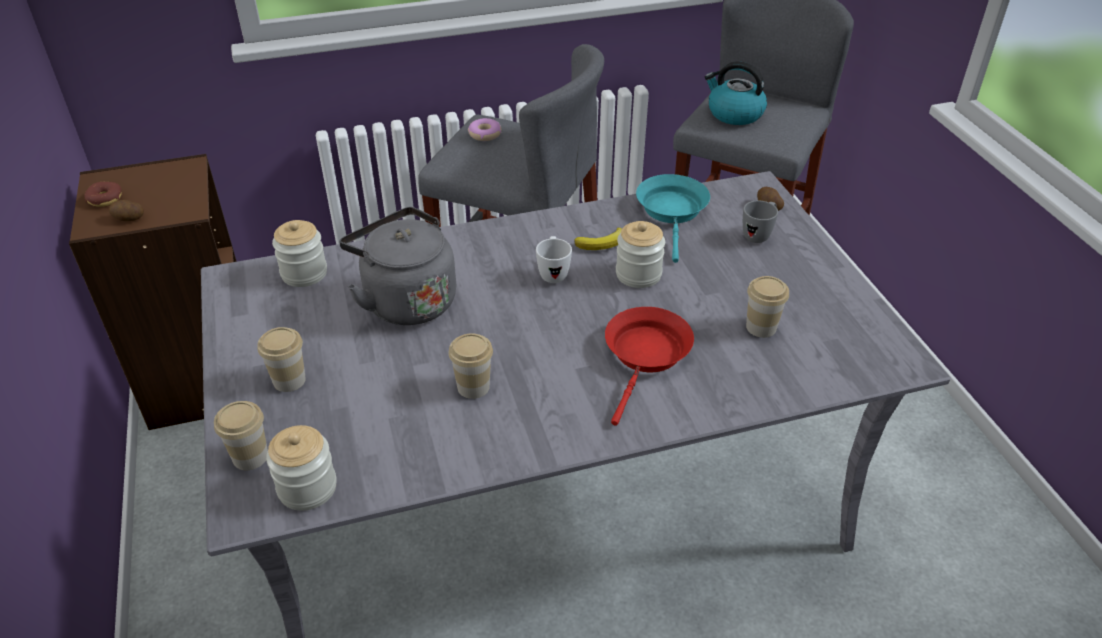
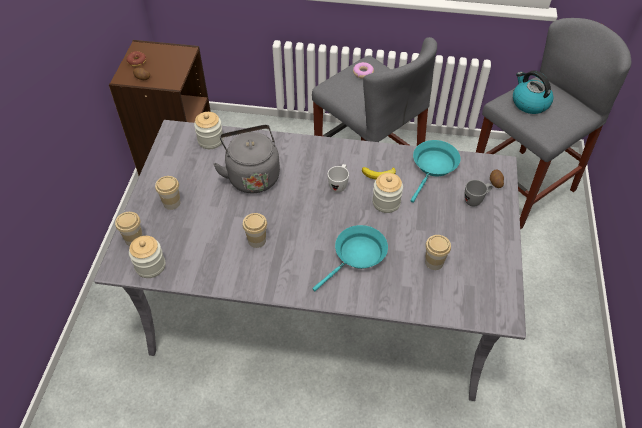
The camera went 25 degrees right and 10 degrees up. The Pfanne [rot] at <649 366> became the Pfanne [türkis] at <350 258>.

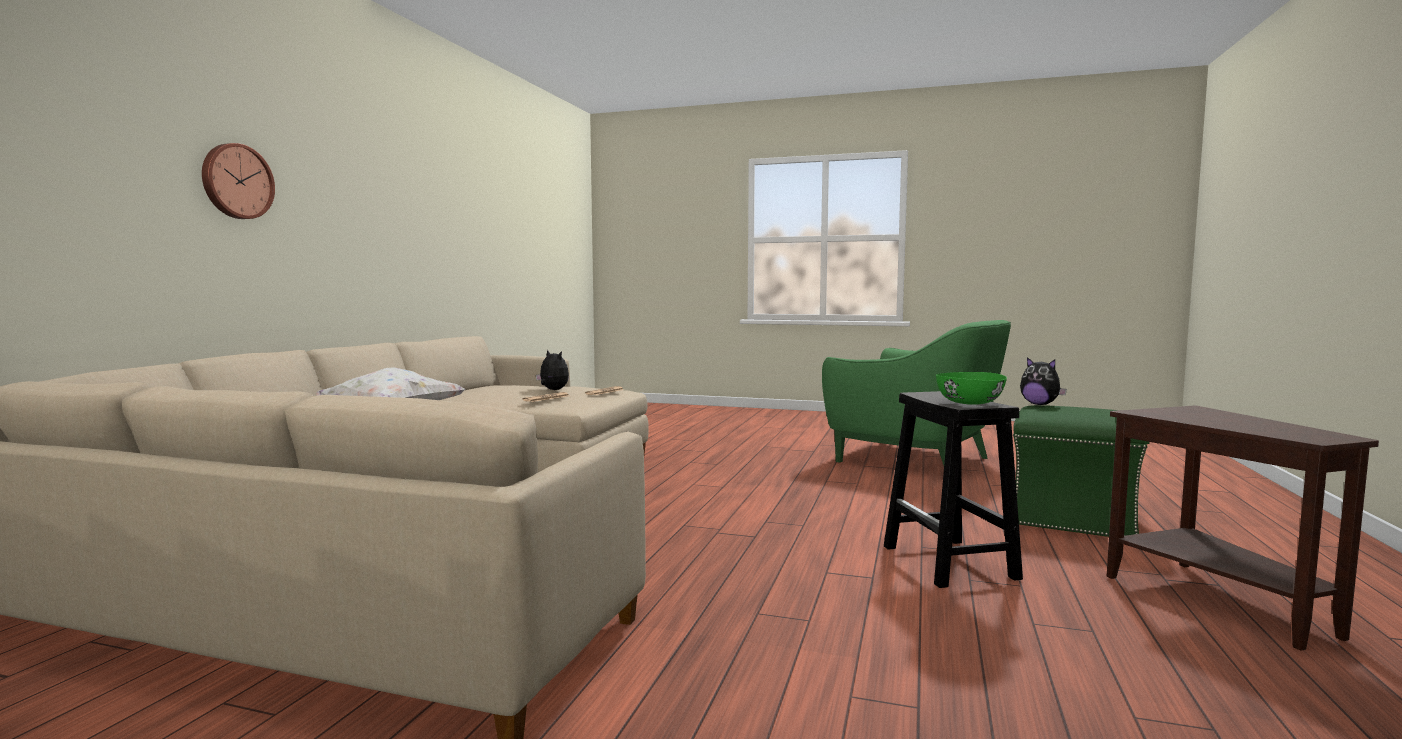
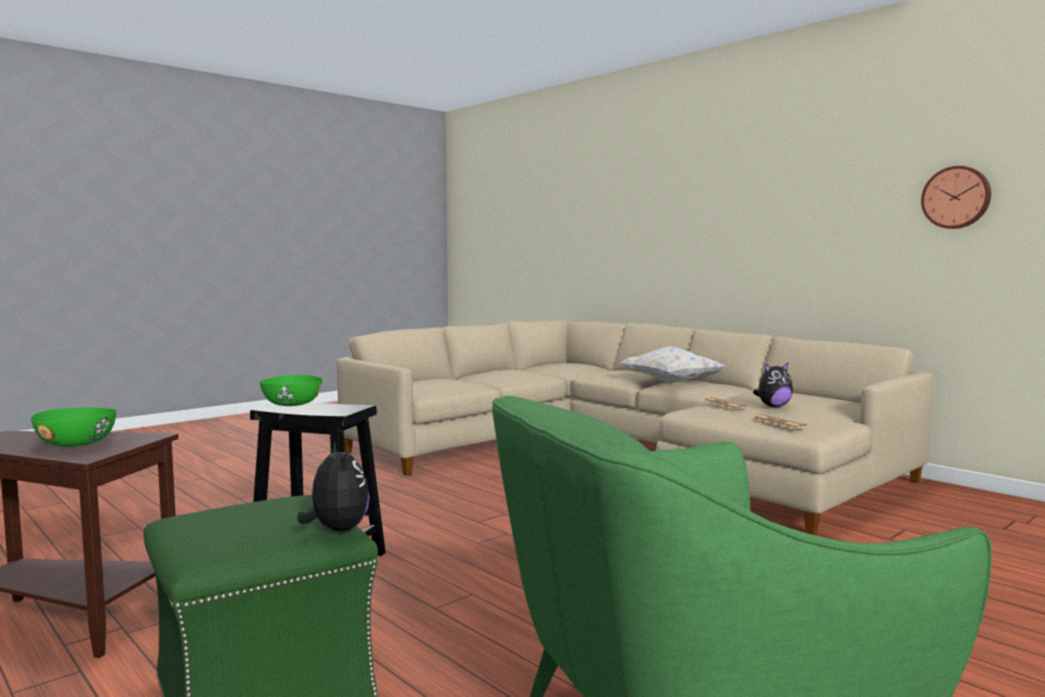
The camera went 120 degrees right and 0 degrees up. The Schüssel [grün] at <74 427> appeared. The Wanduhr moved from <238 181> to <956 197>. The Plüschtier at <1043 381> turned 75 degrees clockwise.

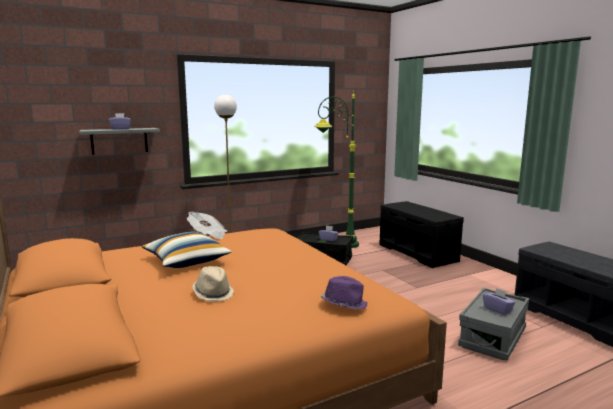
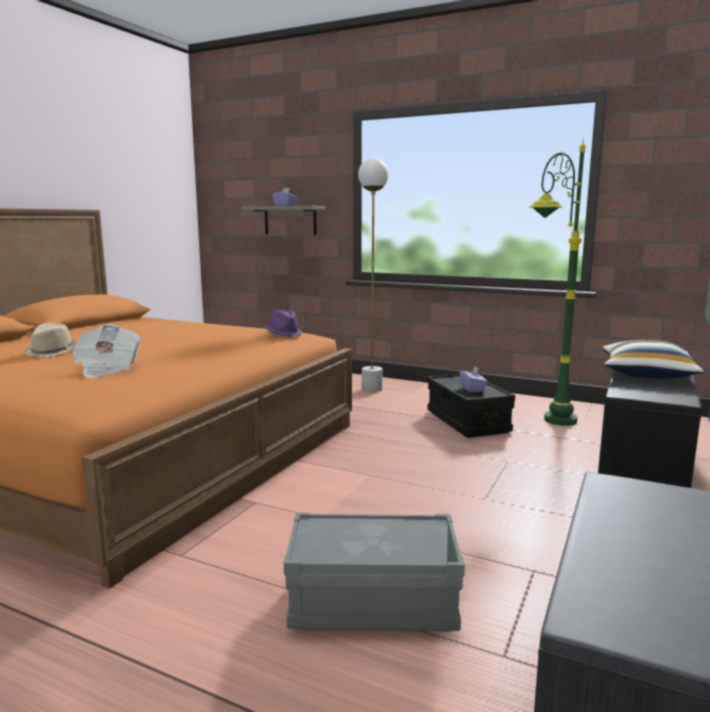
The camera went 55 degrees right and 0 degrees up. The Taschentuchbox [lila] at <499 301> disappeared. The Kissen moved from <186 250> to <652 359>. The Zeitung moved from <207 225> to <106 351>. The Hut [lila] moved from <344 292> to <283 323>.

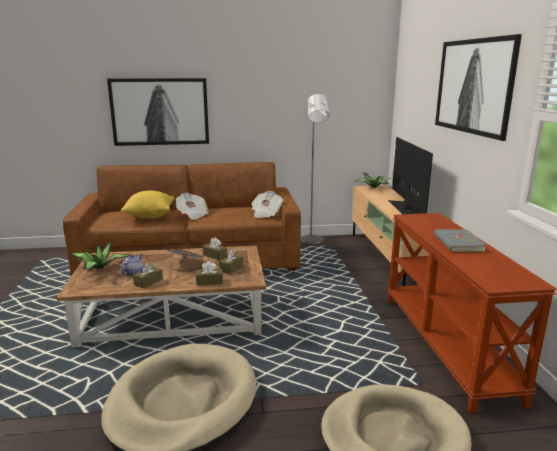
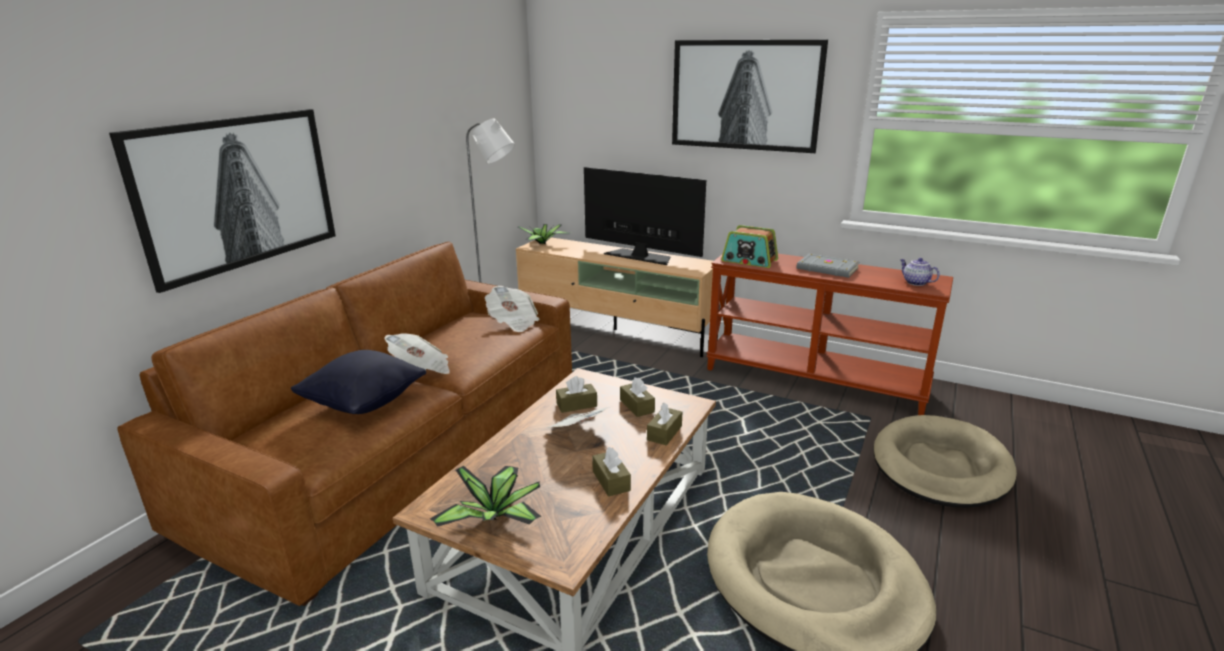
The camera went 55 degrees left and 5 degrees up. The Radio at <749 246> appeared. The Teekanne moved from <132 265> to <920 272>. The Kissen [gelb] at <147 205> became the Kissen [schwarz] at <358 382>.

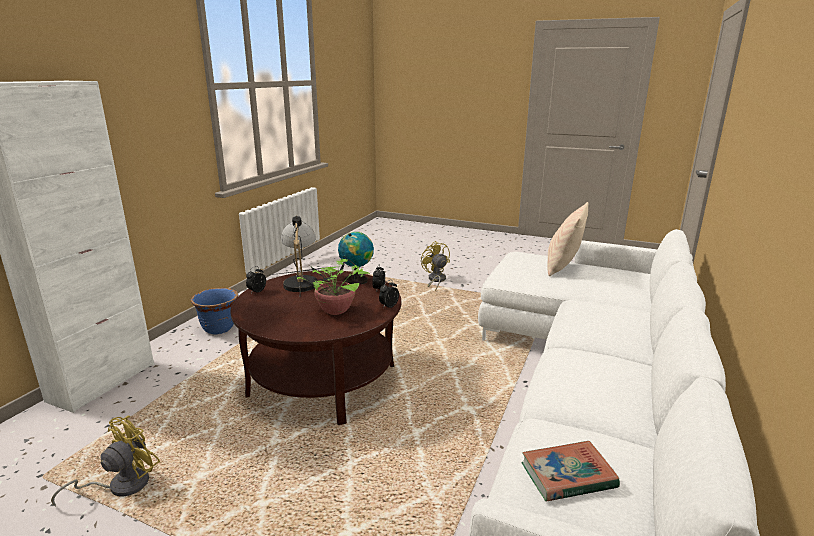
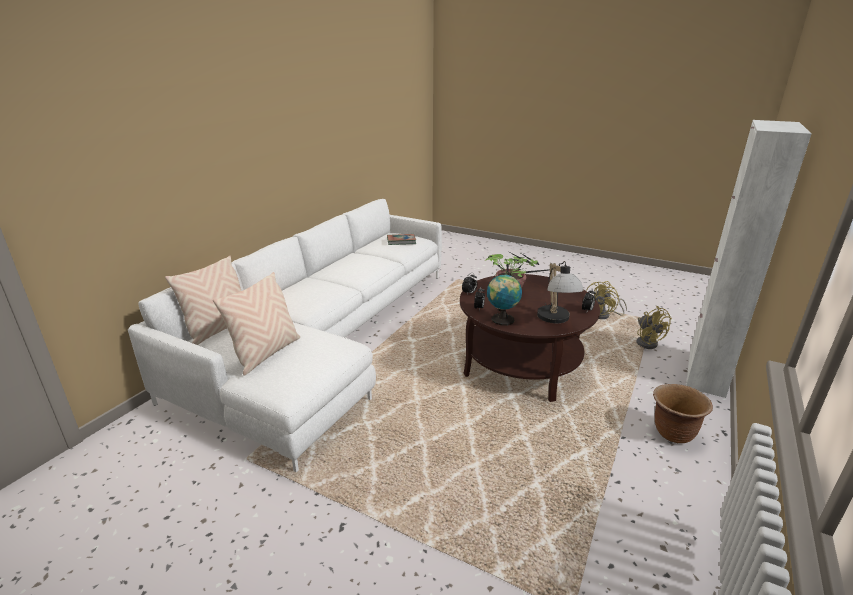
The camera went 175 degrees left and 5 degrees up. The Kissen [beige] at <203 300> appeared. The Ventilator [gelb] moved from <435 266> to <654 327>. The Pflanzkübel [blau] at <214 311> became the Pflanzkübel [braun] at <683 414>.

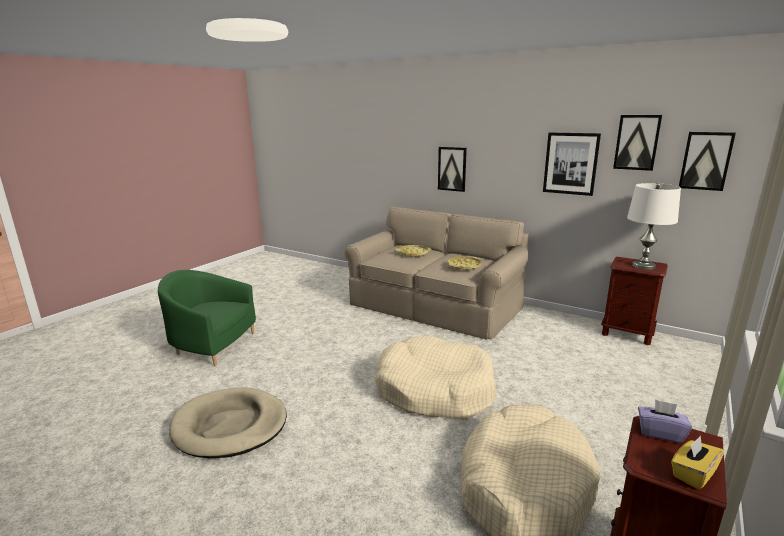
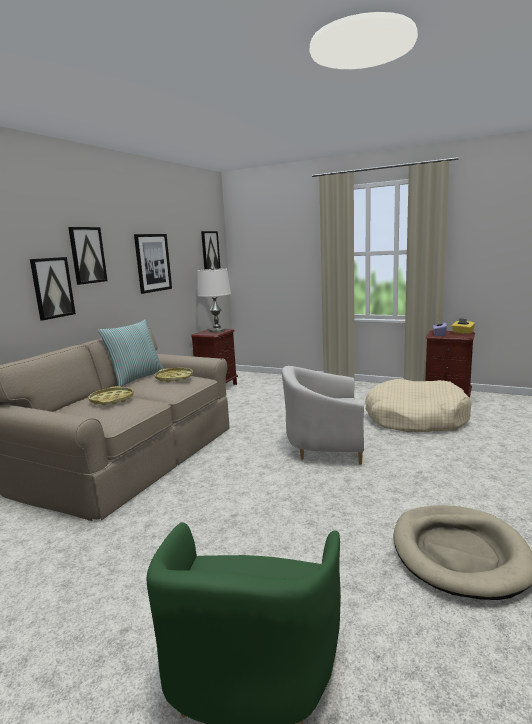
The camera went 95 degrees left and 5 degrees down. The Kissen at <131 353> appeared. The Bild moved from <637 143> to <87 256>. The Hundebett [beige] at <435 377> was replaced by the Sessel [weiß] at <323 415>.

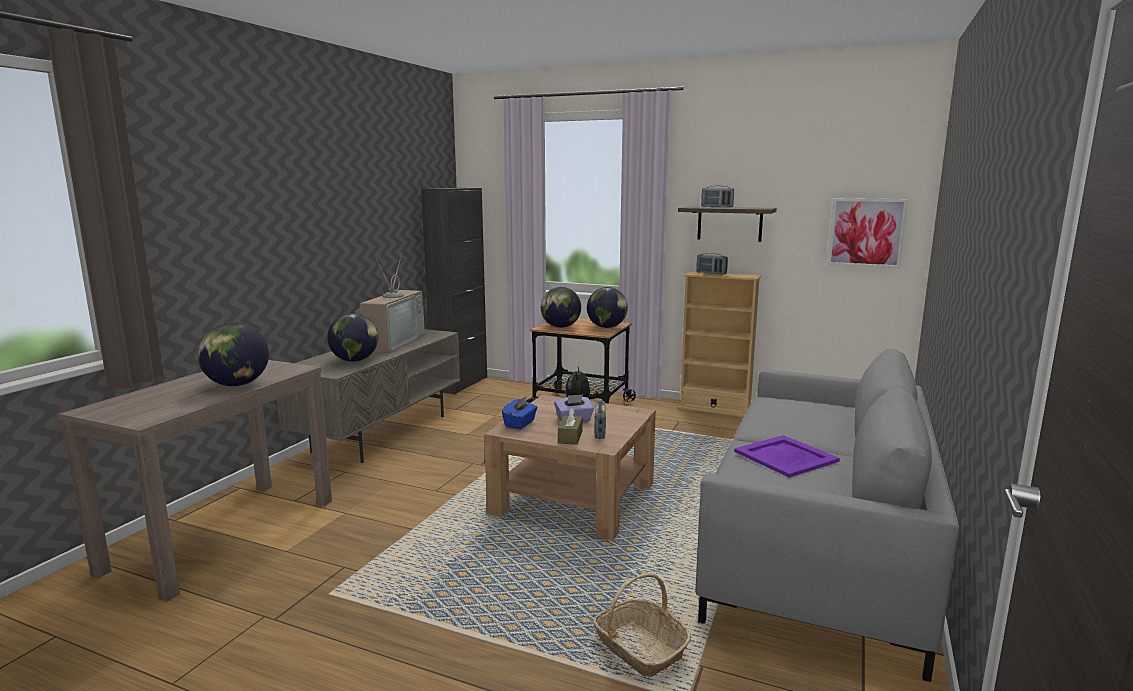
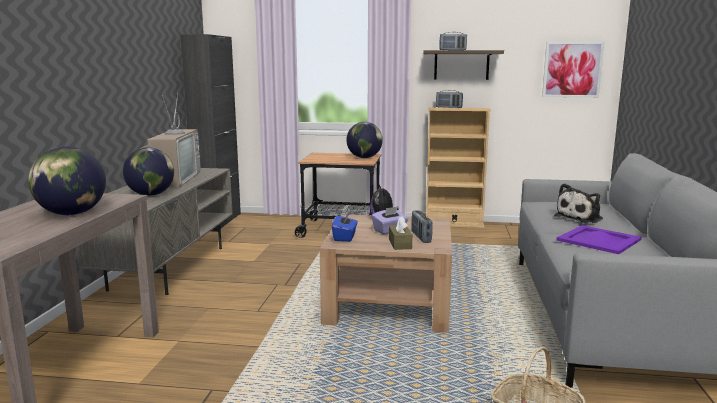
The camera went 15 degrees left and 0 degrees up. The Globus at <561 307> disappeared. The Plüschtier at <578 203> appeared.

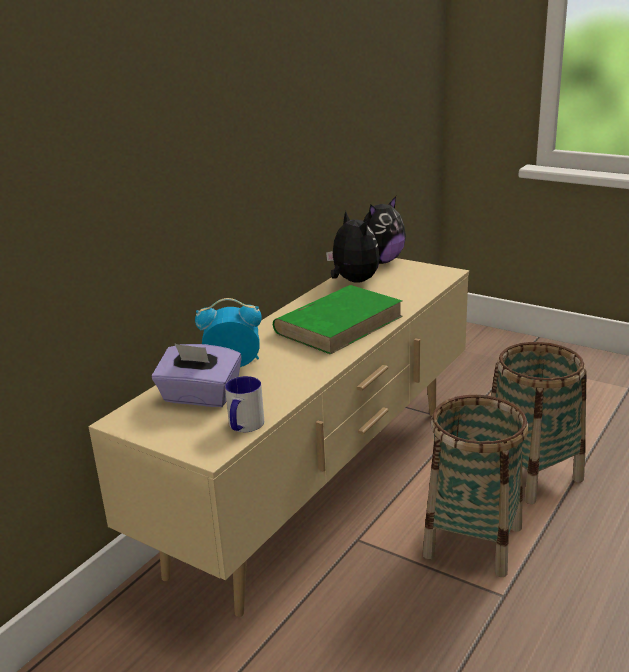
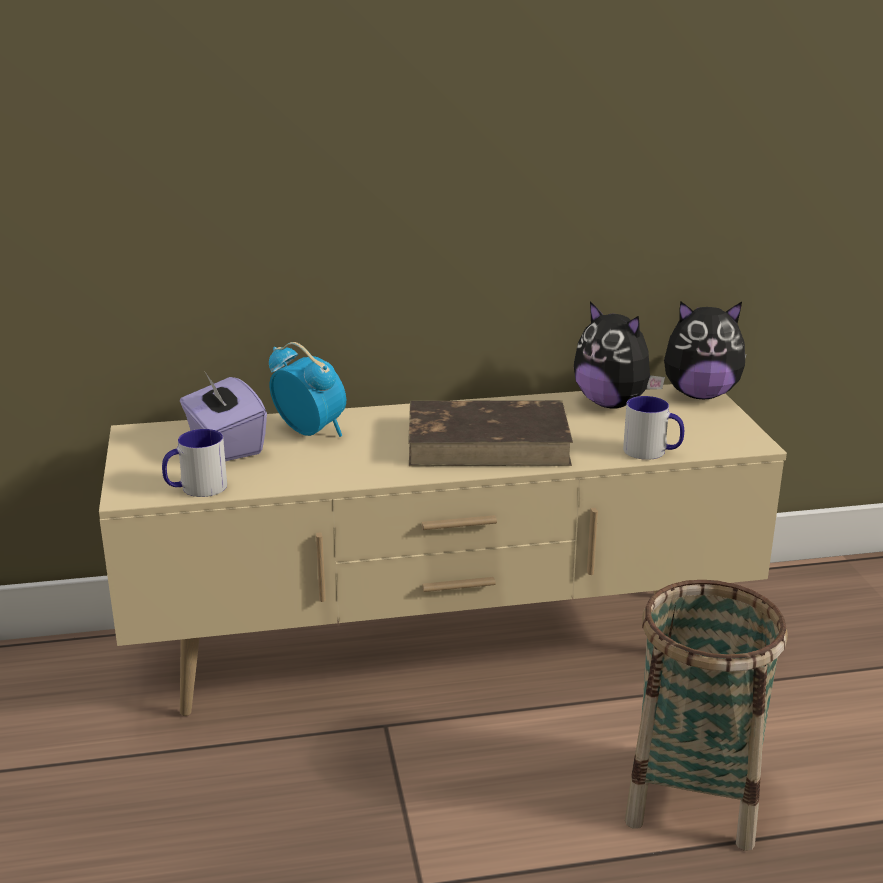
The camera went 45 degrees right and 0 degrees up. The Korb at <475 486> disappeared. The Henkelbecher at <653 428> appeared. The Buch [grün] at <338 320> became the Buch [braun] at <490 433>. The Plüschtier at <353 247> turned 120 degrees clockwise.

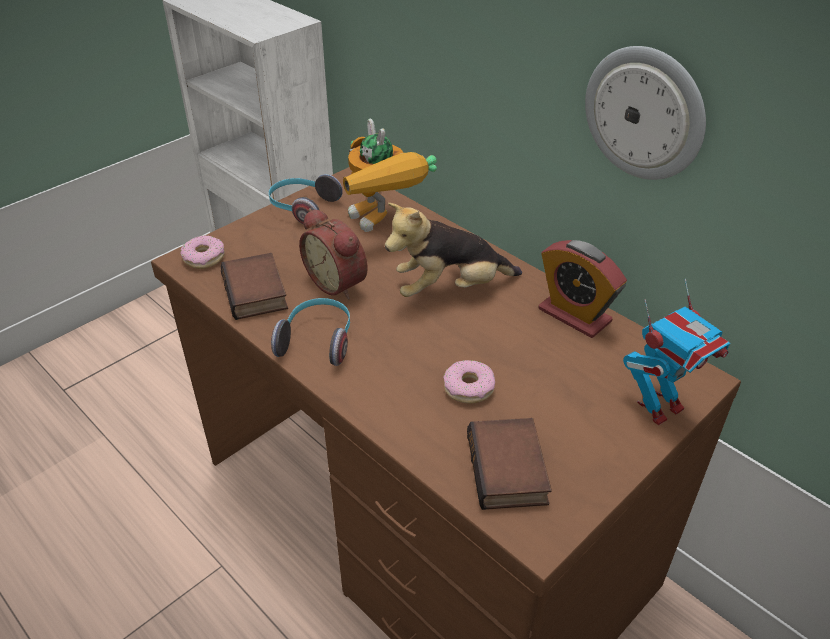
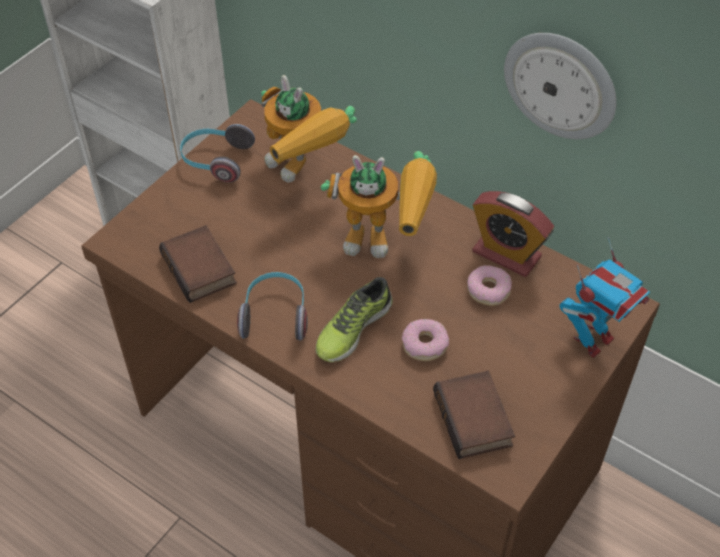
The camera went 10 degrees left and 10 degrees up. The Wecker at <333 254> disappeared. The Schuh at <354 319> appeared. The Donut moved from <203 252> to <489 285>. The Plüschtier at <453 250> was replaced by the Spielzeugroboter at <379 204>.

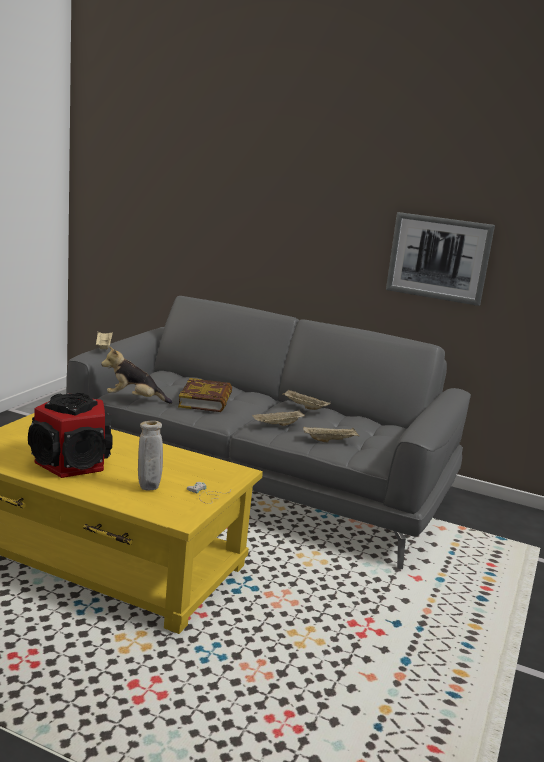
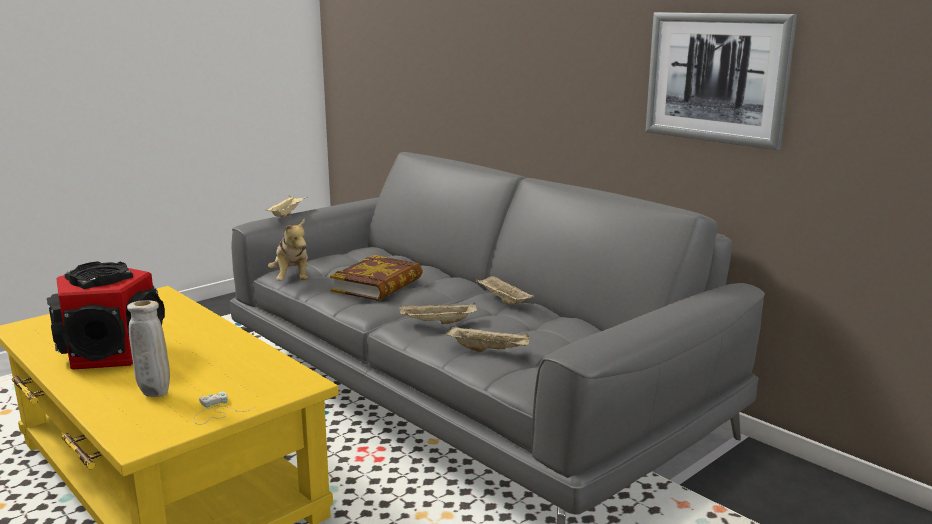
The camera went 25 degrees right and 0 degrees up. The Plüschtier at <136 375> turned 135 degrees counterclockwise.

